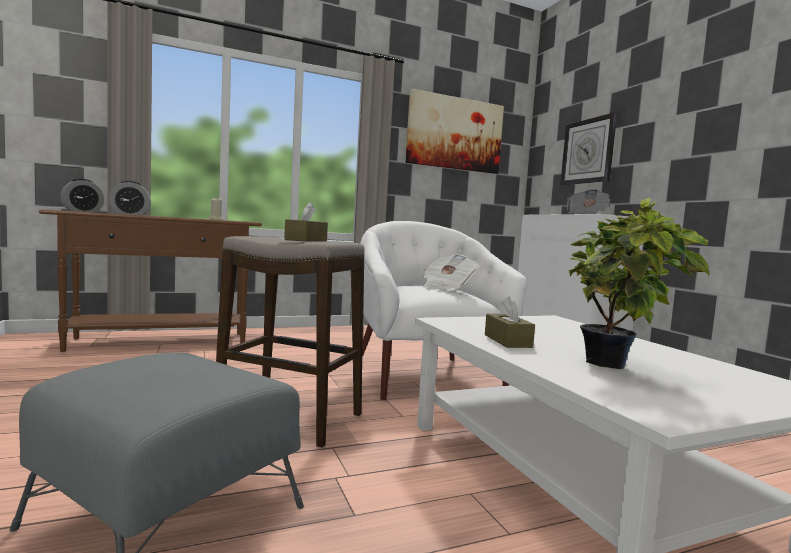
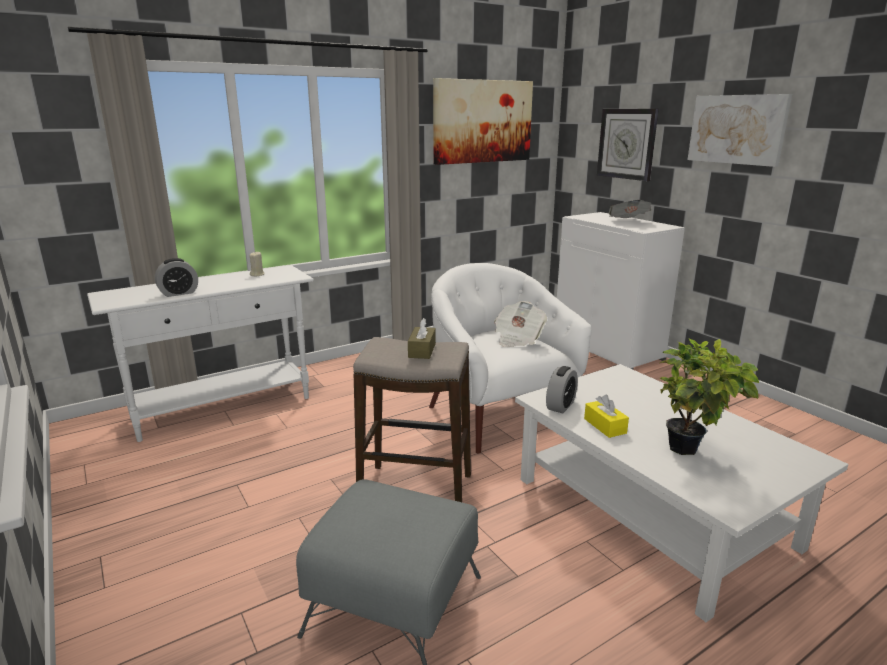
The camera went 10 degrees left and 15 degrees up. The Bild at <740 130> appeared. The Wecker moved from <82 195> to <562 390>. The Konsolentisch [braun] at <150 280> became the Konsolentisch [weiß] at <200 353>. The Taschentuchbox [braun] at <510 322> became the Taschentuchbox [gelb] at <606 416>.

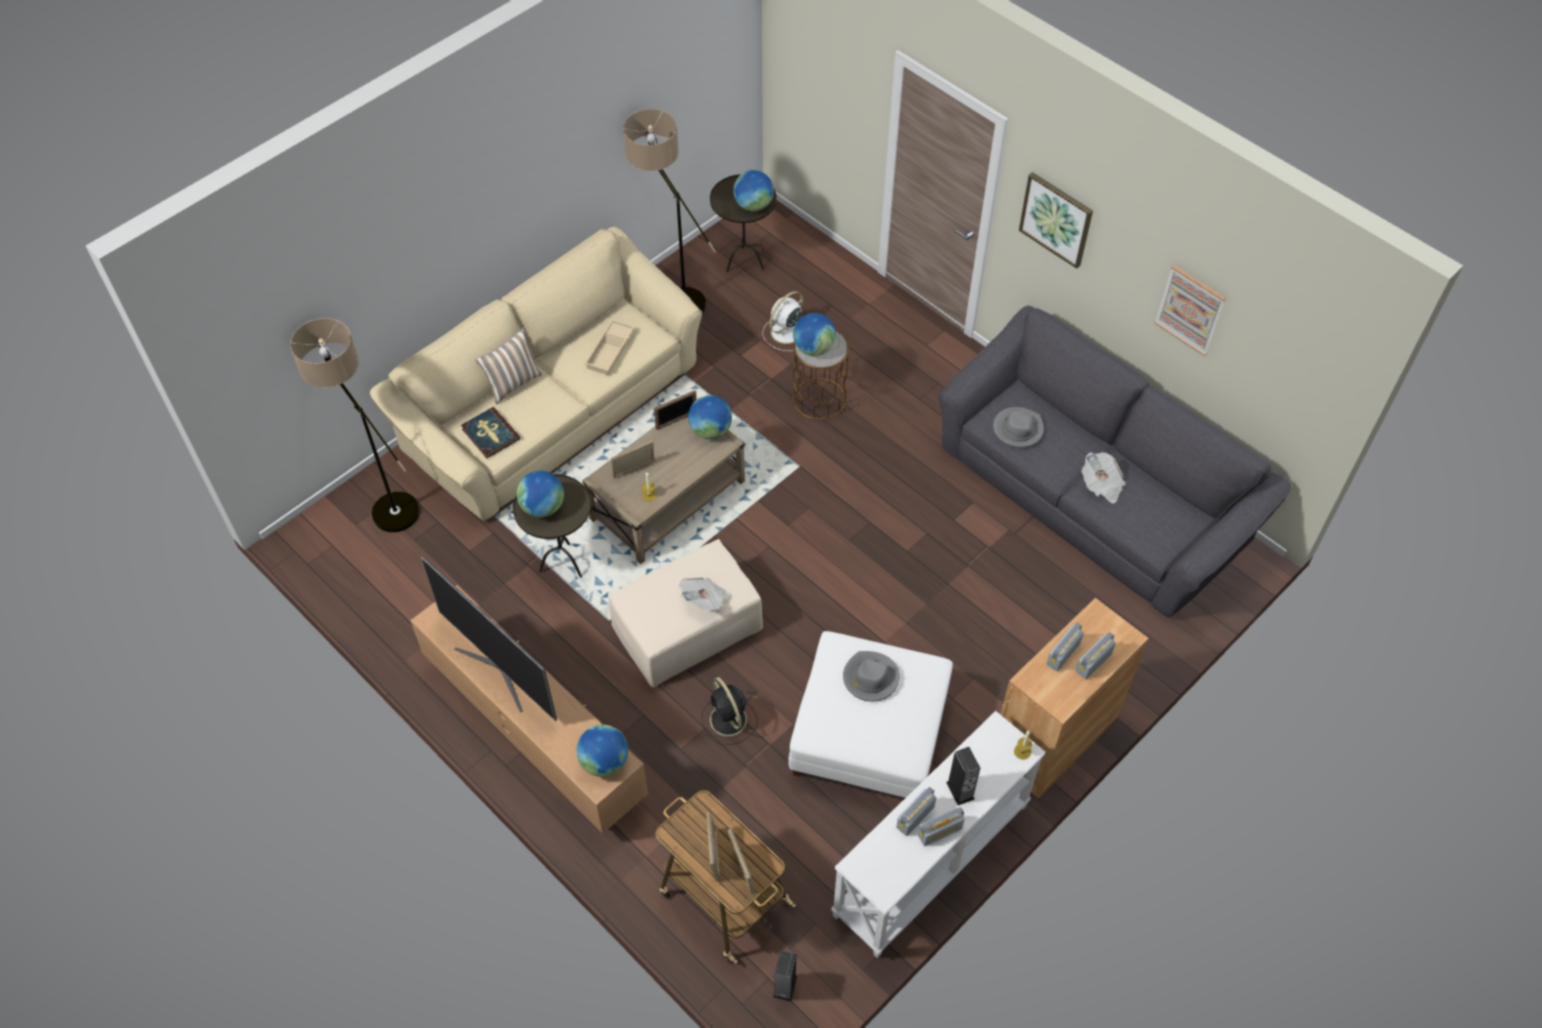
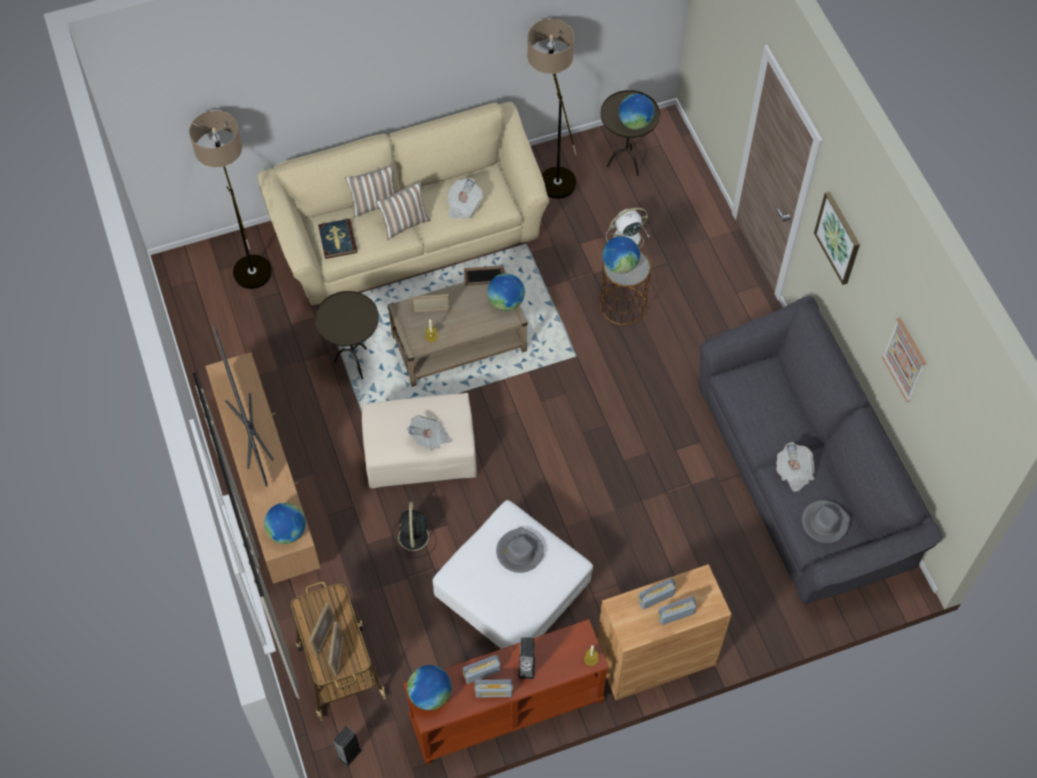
The camera went 25 degrees right and 5 degrees up. The Kissen at <403 210> appeared. The Globus moved from <540 494> to <429 687>. The Hut [grau] moved from <1018 427> to <826 521>. The Tablett [beige] at <609 347> was replaced by the Zeitung at <465 198>. The Konsolentisch [weiß] at <938 835> became the Konsolentisch [braun] at <506 692>.

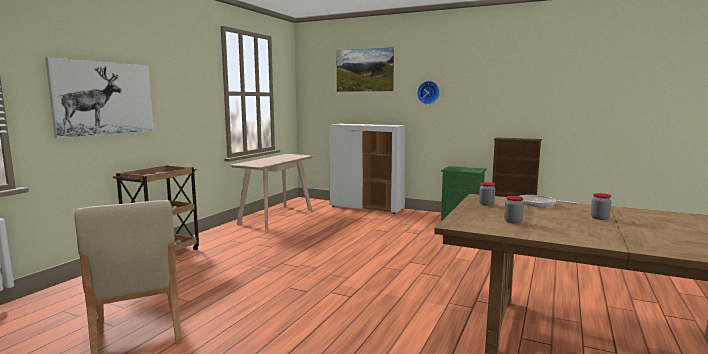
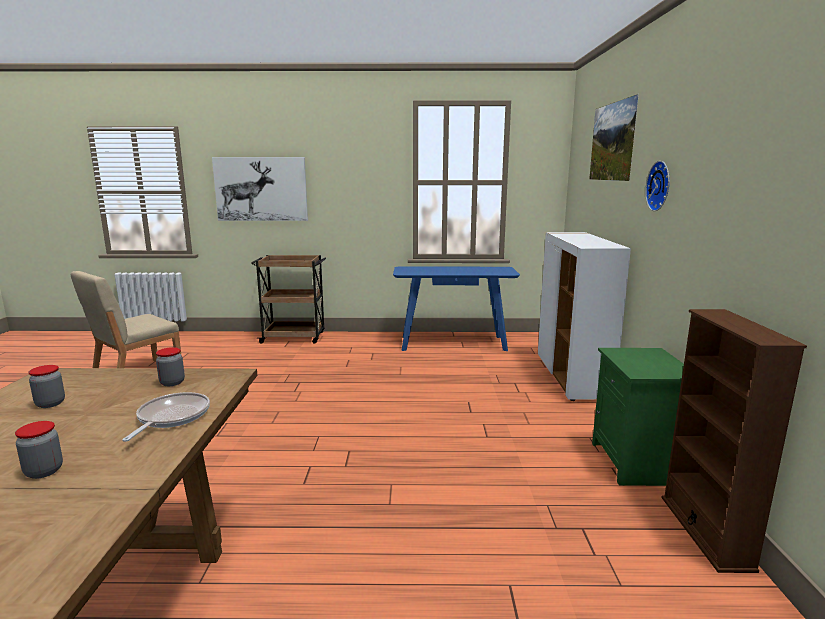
The camera went 65 degrees right and 5 degrees up. The Konsolentisch [beige] at <272 191> became the Konsolentisch [blau] at <456 309>.

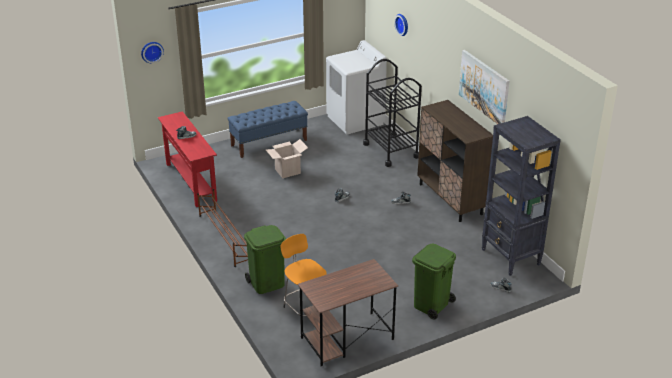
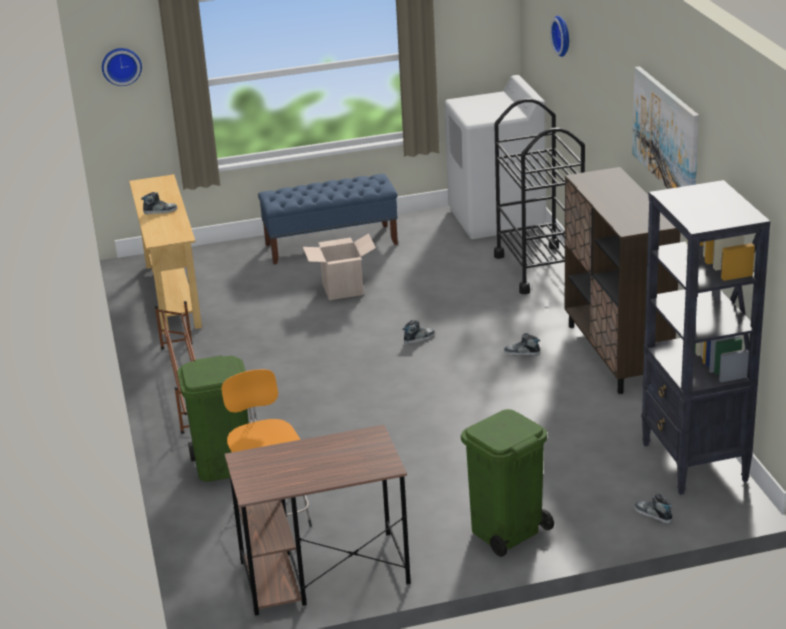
The camera went 15 degrees right and 5 degrees down. The Konsolentisch [rot] at <187 159> became the Konsolentisch [beige] at <165 254>.

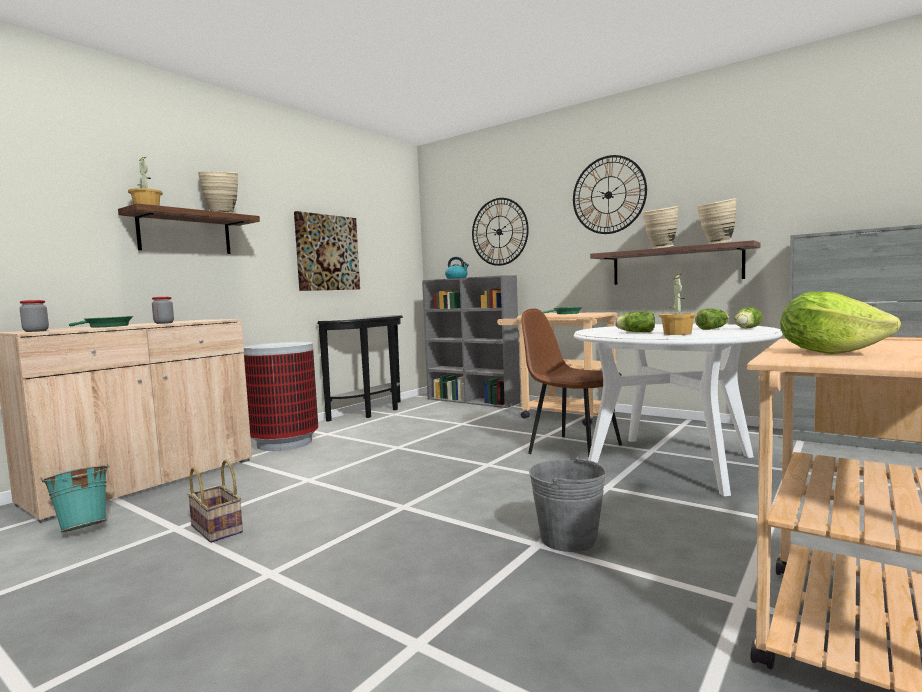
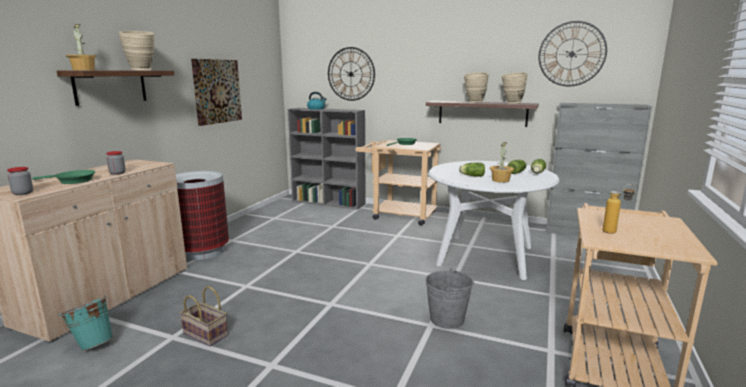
The camera went 15 degrees left and 10 degrees up. The Konsolentisch [schwarz] at <360 368> disappeared. The Stuhl [braun] at <571 383> disappeared. The Wanduhr moved from <610 194> to <573 53>. The Salatkopf at <841 322> was replaced by the Flasche at <619 209>.

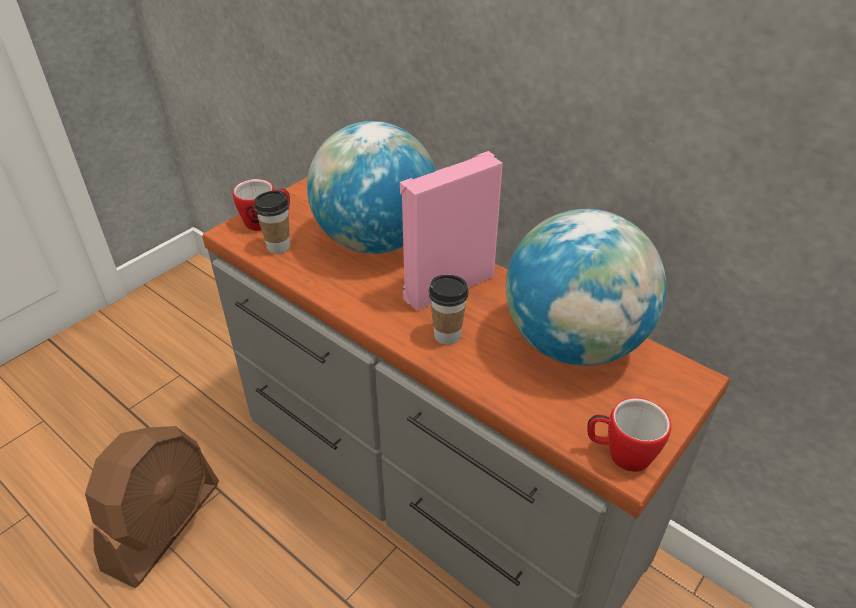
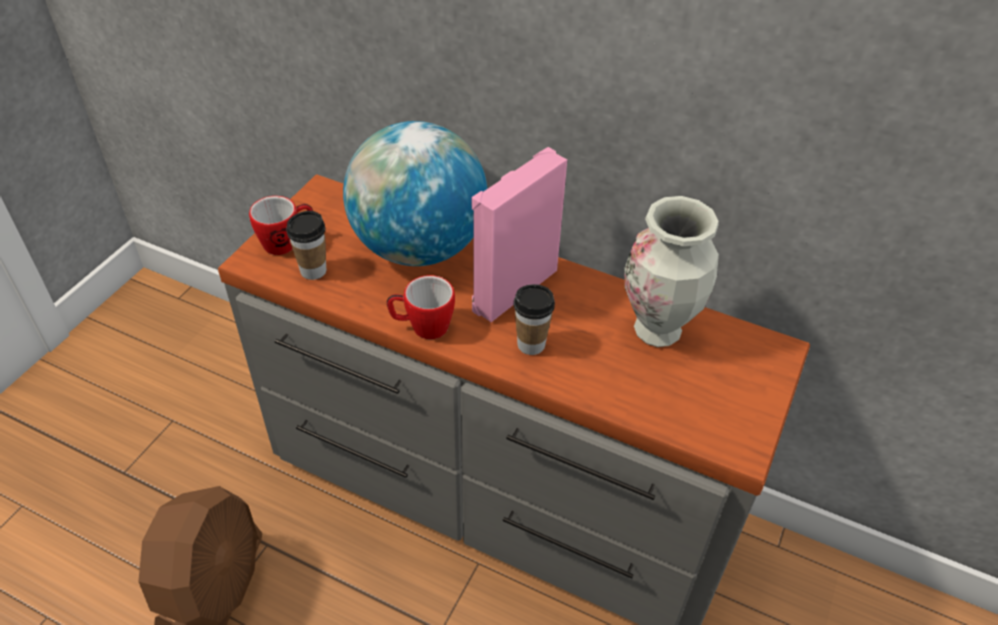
The camera went 15 degrees left and 5 degrees up. The Henkelbecher moved from <629 435> to <421 307>. The Globus at <586 287> was replaced by the Vase at <671 271>.

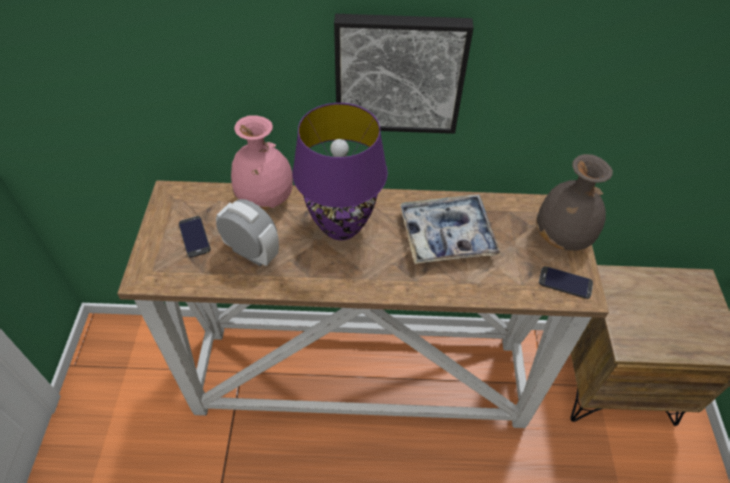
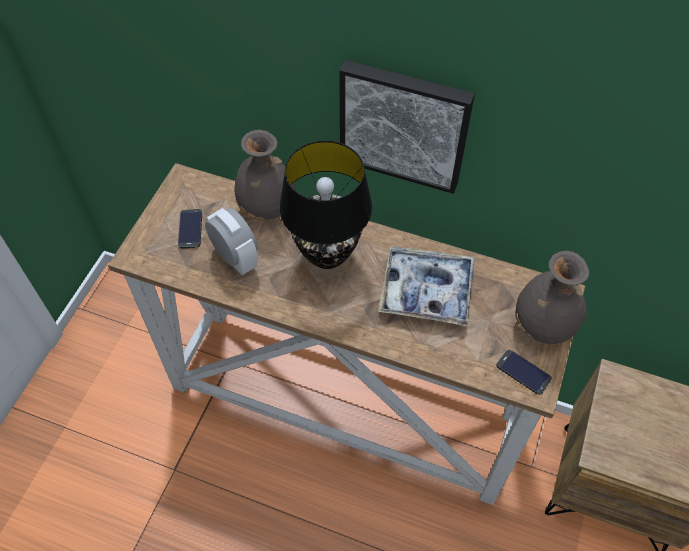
The camera went 20 degrees right and 5 degrees up. The Vase [rosa] at <262 162> became the Vase [grau] at <265 175>. The Tischlampe [lila] at <340 171> became the Tischlampe [schwarz] at <326 204>.

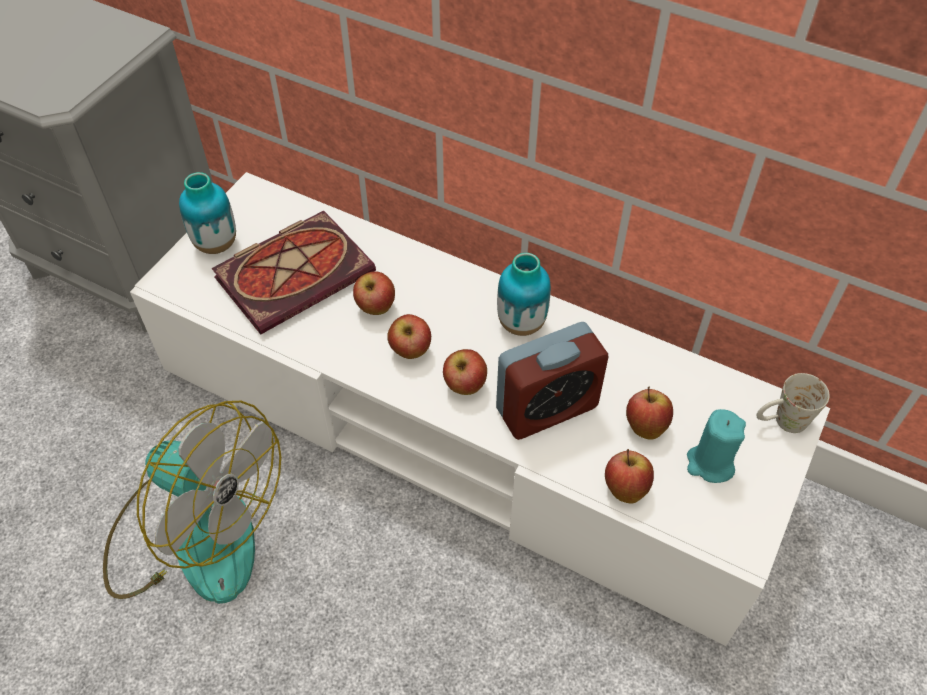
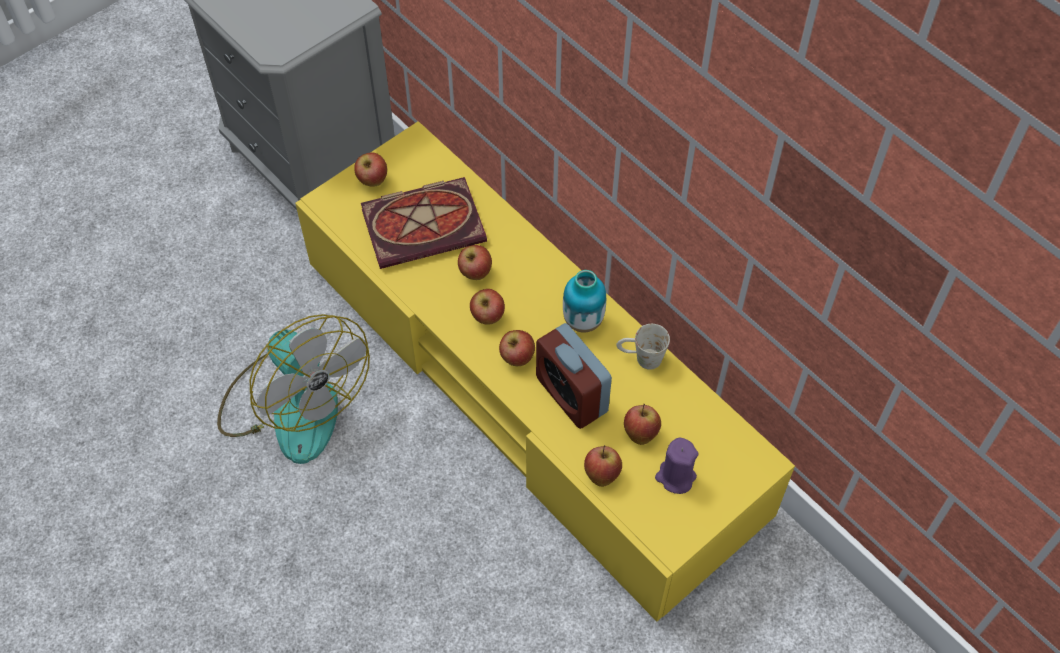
The camera went 20 degrees right and 5 degrees up. The Henkelbecher [weiß] moved from <793 403> to <643 347>. The Vase at <207 213> was replaced by the Apfel at <370 170>. The Fernsehschrank [weiß] at <480 409> became the Fernsehschrank [gelb] at <545 371>. The Kerze [türkis] at <716 446> became the Kerze [lila] at <677 465>. The Wecker at <552 381> turned 60 degrees clockwise.

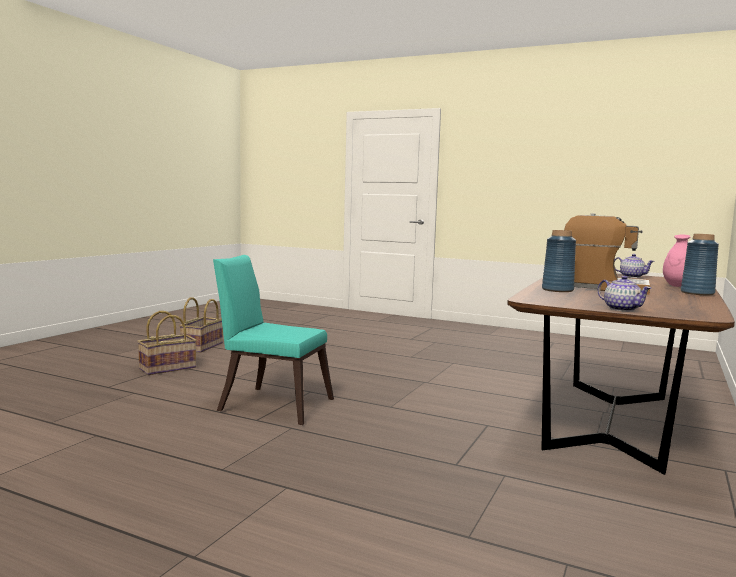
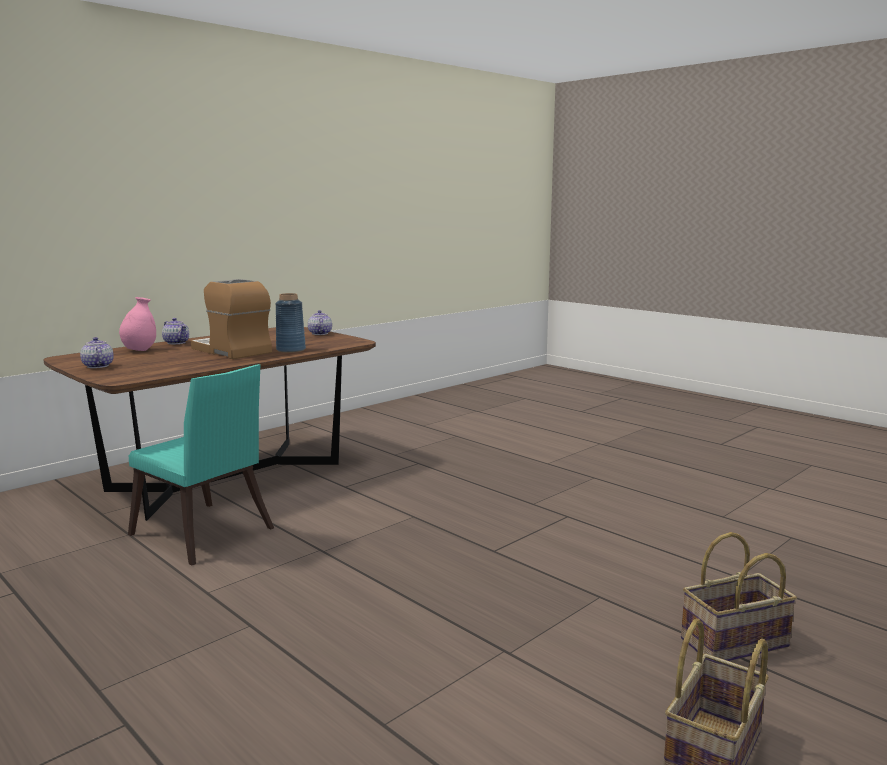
The camera went 160 degrees left and 5 degrees up. The Stuhl [türkis] moved from <273 340> to <201 464>. The Vase [blau] at <700 264> was replaced by the Teekanne at <175 331>.

